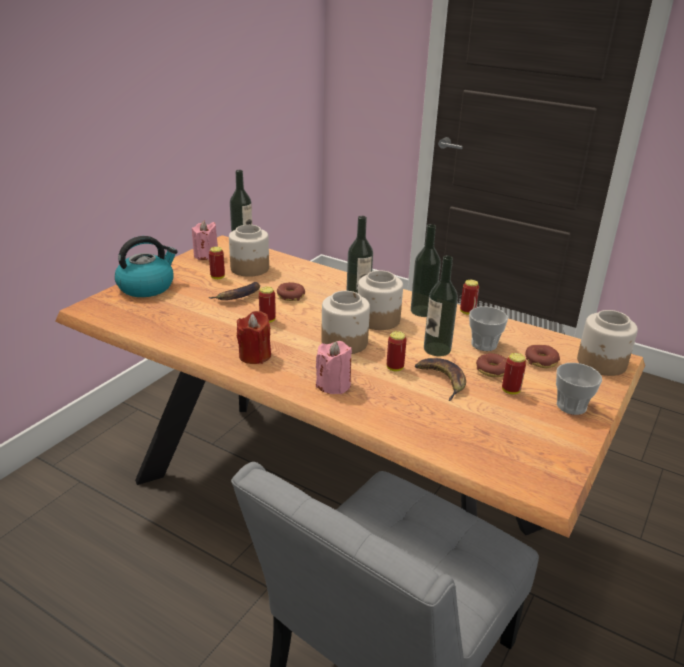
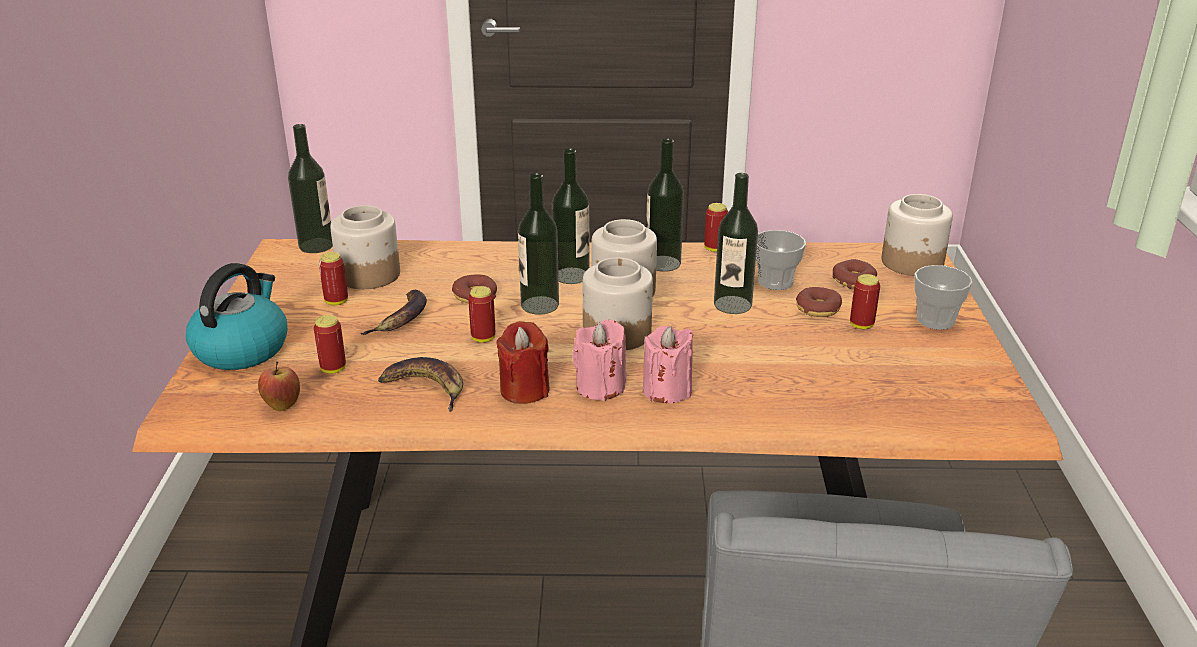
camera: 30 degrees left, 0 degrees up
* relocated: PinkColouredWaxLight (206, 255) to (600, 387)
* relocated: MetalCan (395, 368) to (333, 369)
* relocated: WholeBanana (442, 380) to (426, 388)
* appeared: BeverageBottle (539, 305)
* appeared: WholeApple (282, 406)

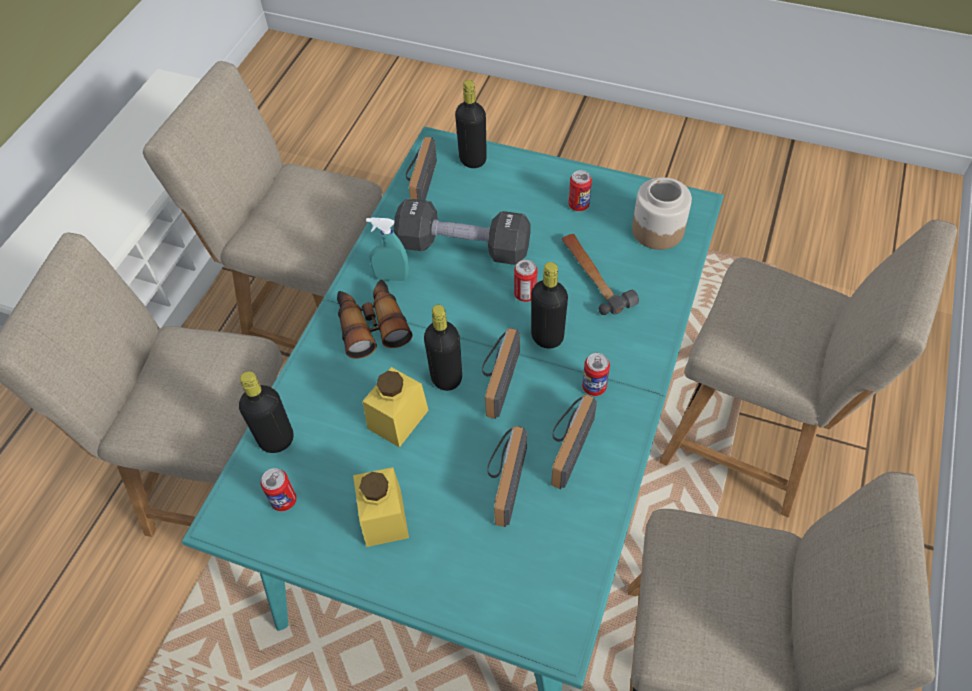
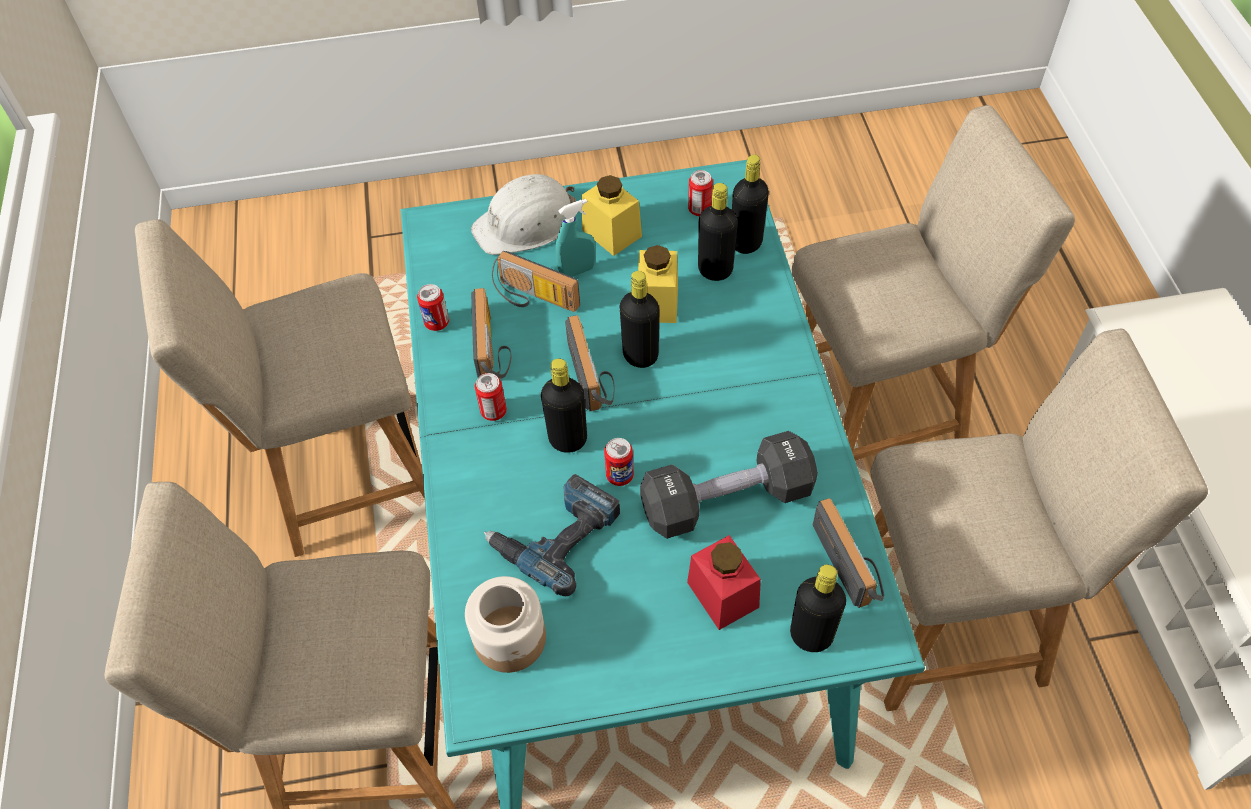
camera: 150 degrees right, 0 degrees up
* relocated: MetalCan (578, 205) to (437, 323)
* relocated: TurquoiseColouredSprayer (392, 277) to (577, 271)
* exchanged: ToolHammer (594, 276) to PowerDrill (556, 535)
* missing: FieldGlasses (371, 324)
* spun: RadioSet (502, 480) = (533, 298) 135 degrees clockwise
* appeared: WhitishWorkHelmet (526, 223)
* appeared: BlackBeverageBottle (715, 270)
* appeared: RedPreserveJar (722, 595)

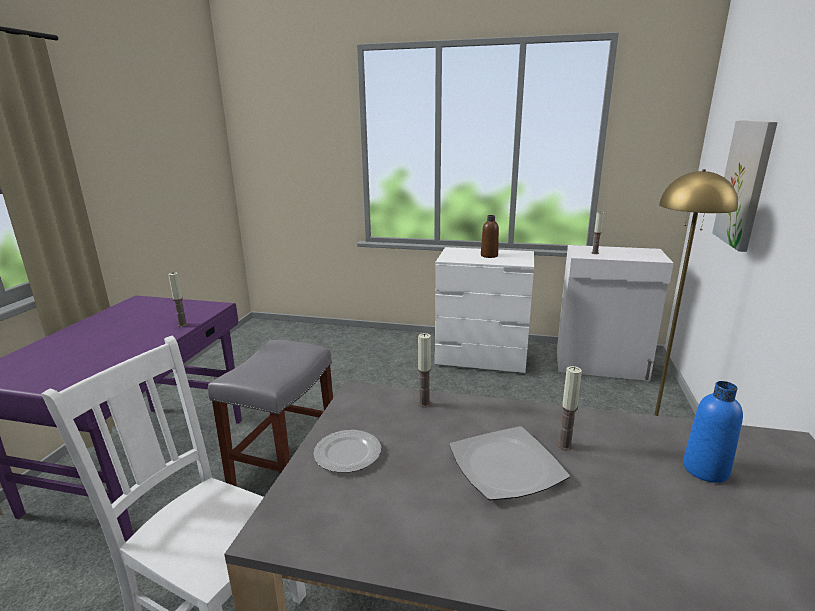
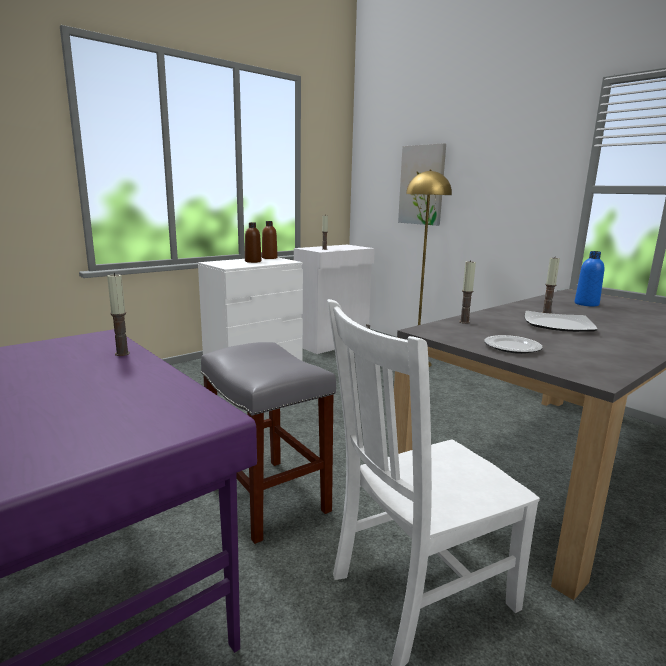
camera: 55 degrees left, 5 degrees down
* appeared: BrownColouredBeverageBottle (269, 258)

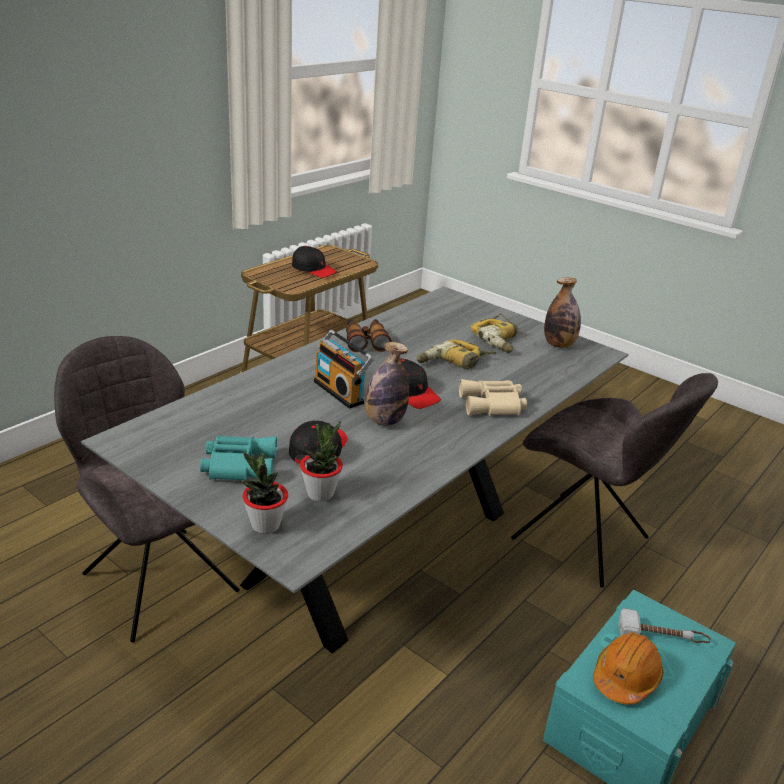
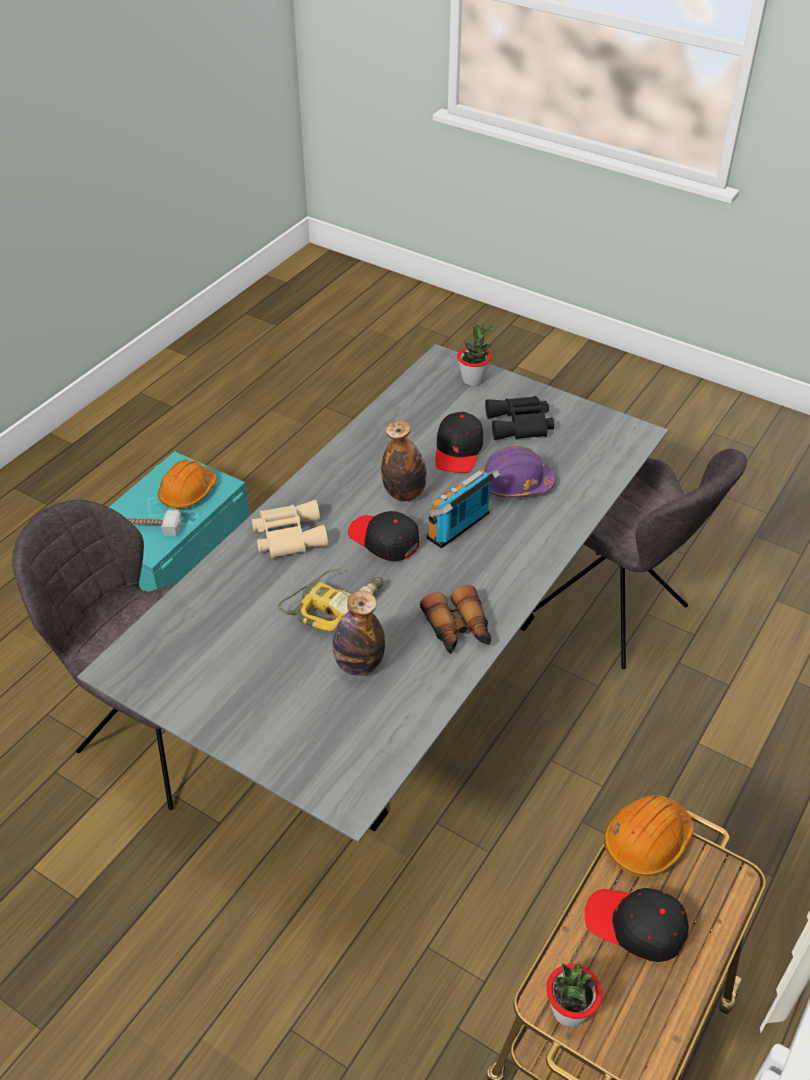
camera: 175 degrees right, 15 degrees up
* relocated: BeverageBottle (559, 345) to (359, 664)
* missing: PowerDrill (501, 340)
* spun: RadioSet (341, 391) = (461, 528) 90 degrees counterclockwise
* relocated: Houseplant (320, 493) to (569, 1010)
* colour: TurquoiseColouredFieldGlasses (238, 464) to BlackFieldGlasses (520, 425)
* appeared: PurpleWorkHelmet (515, 484)
* appeared: OrangeWorkHelmet (646, 841)

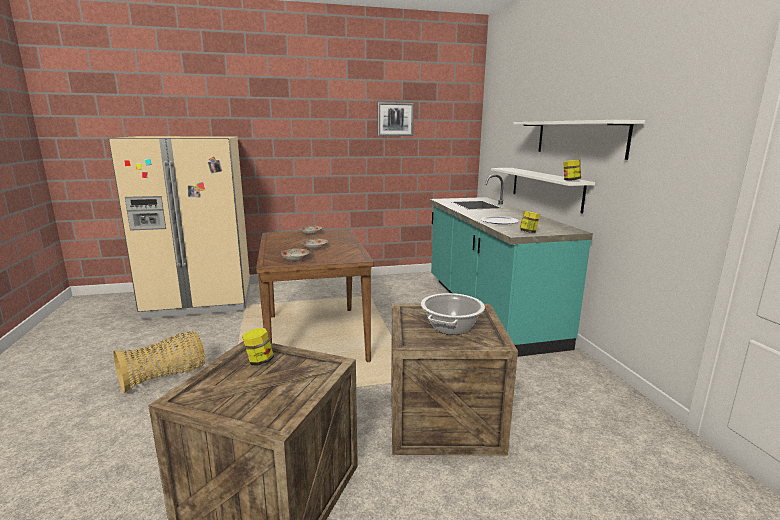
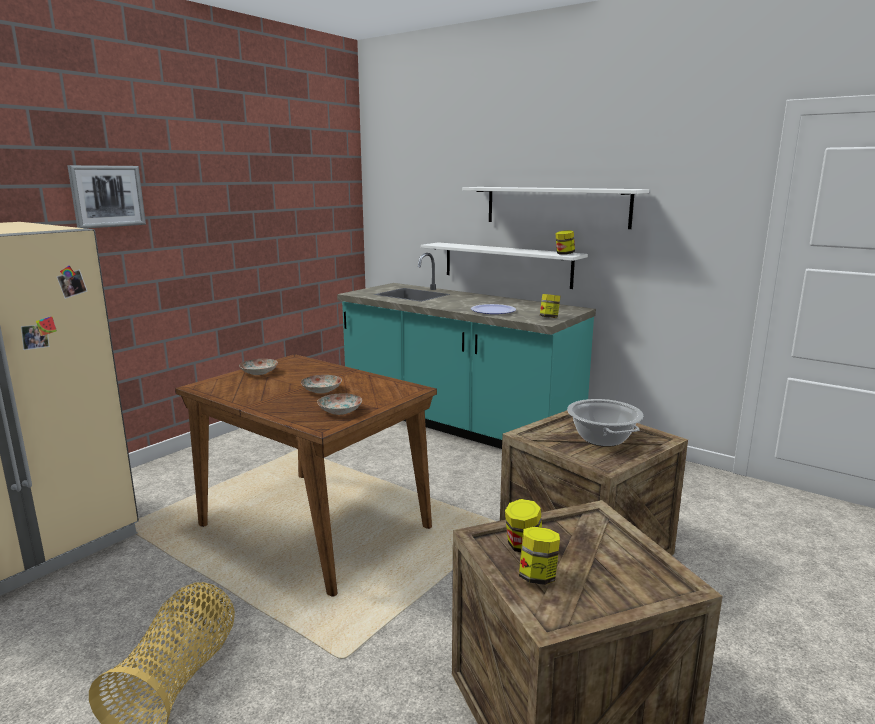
camera: 40 degrees left, 0 degrees up
* relocated: Picture (395, 119) to (107, 196)
* appeared: PreserveJar (537, 576)

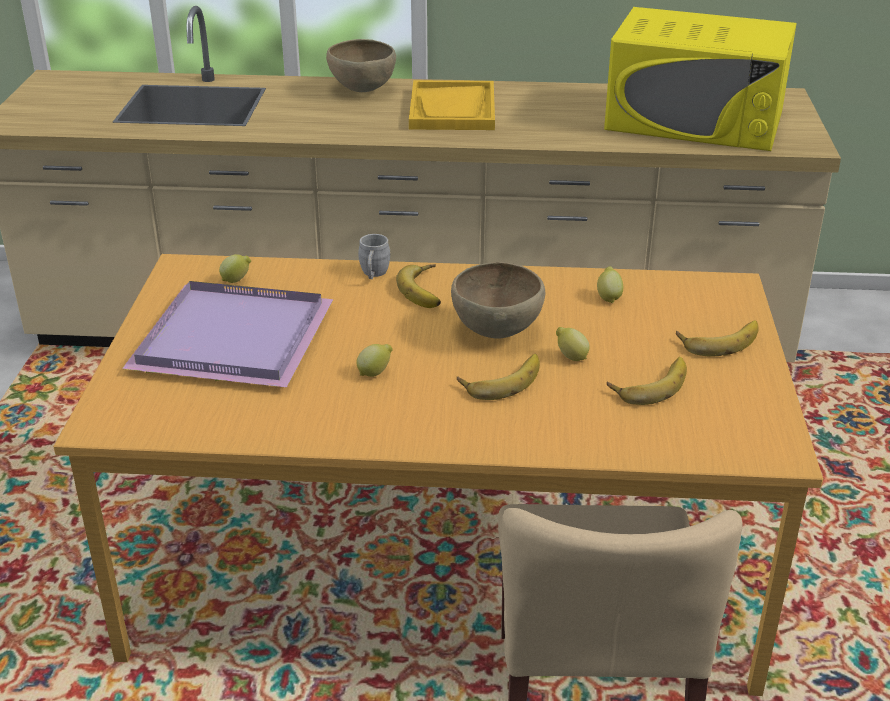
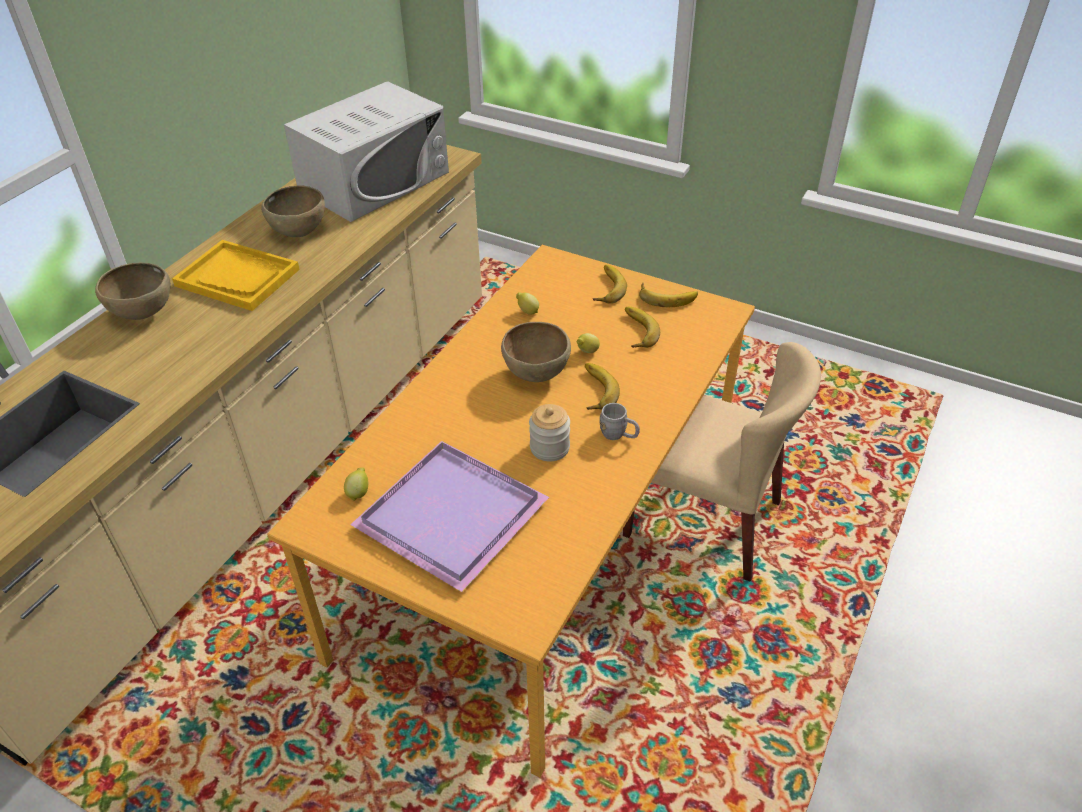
camera: 65 degrees left, 10 degrees up
* colour: YellowColouredKitchenMicrowave (695, 120) to WhitishKitchenMicrowave (375, 181)
* relocated: GreyTeaMug (373, 274) to (618, 435)
* relocated: WholeBanana (427, 290) to (667, 296)
* exchanged: Lemon (375, 373) to PreserveJar (549, 448)
* appeared: BrownColouredDeepDish (300, 233)

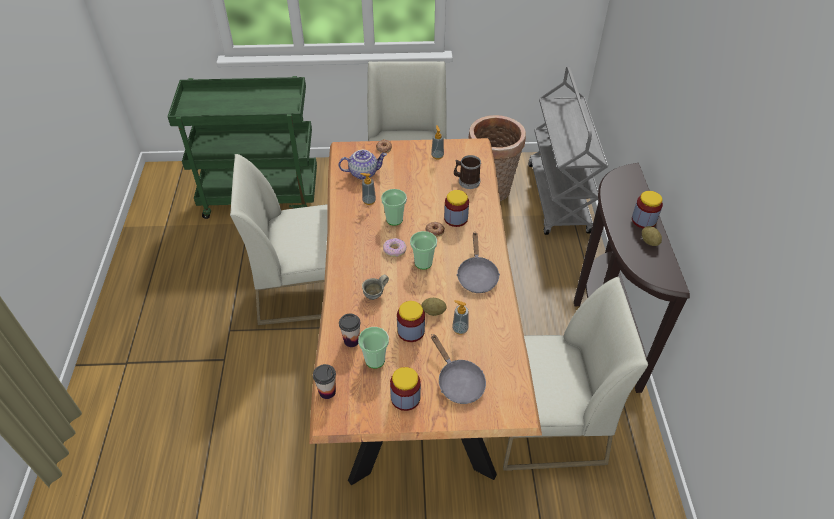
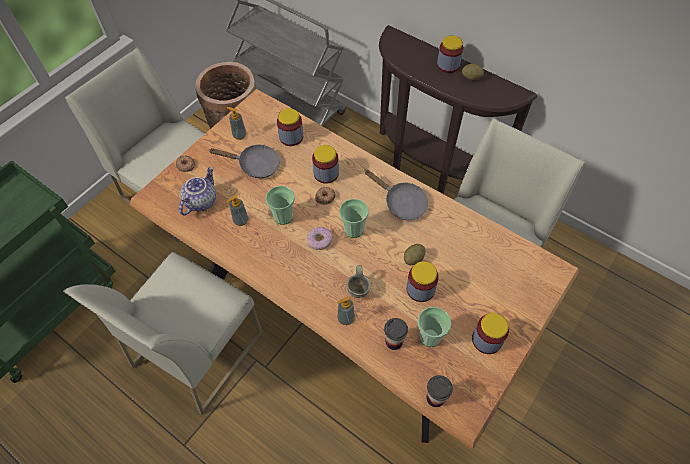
camera: 50 degrees left, 10 degrees up
* exchanged: TeaMug (466, 181) to PreserveJar (291, 137)
* relocated: SoapDispenser (460, 329) to (346, 318)
* relocated: GreySkillet (458, 382) to (255, 165)

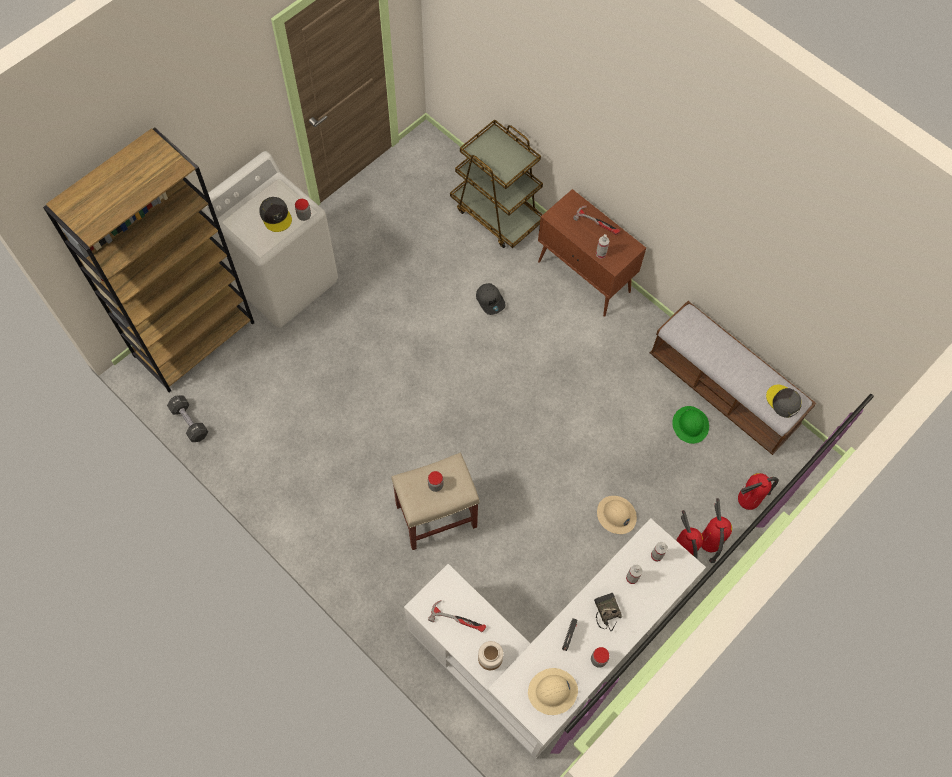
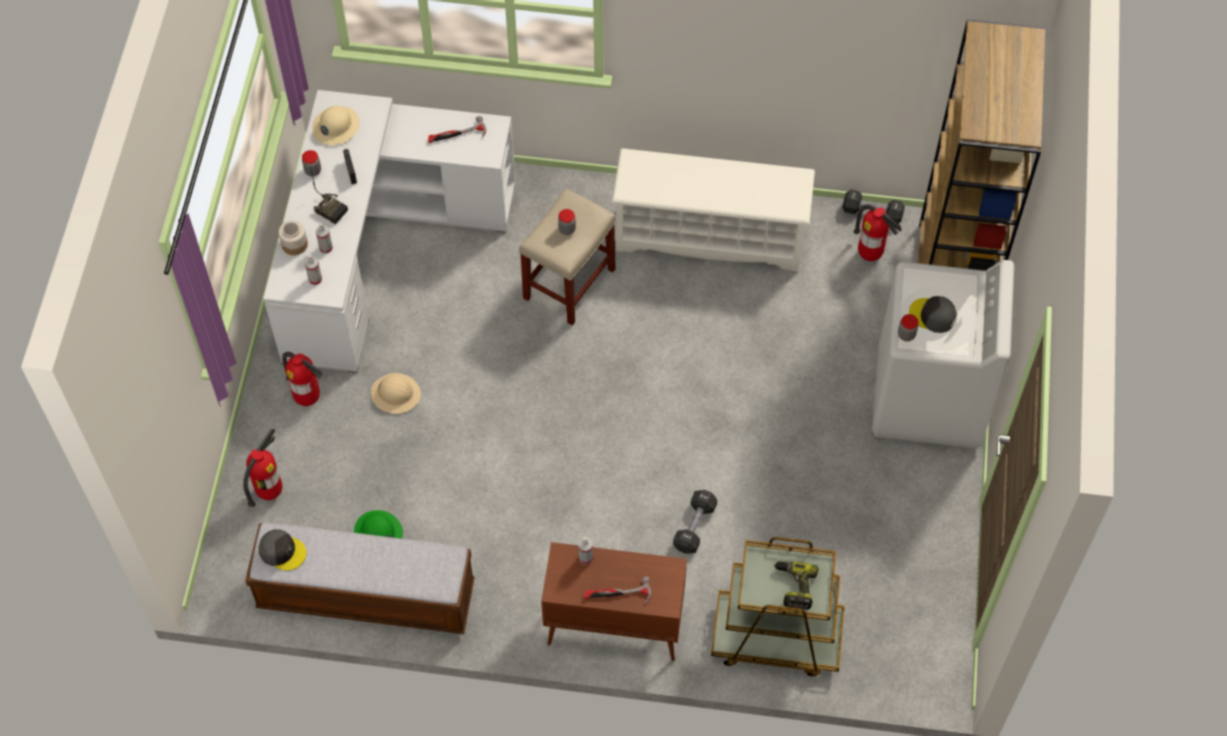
camera: 145 degrees right, 5 degrees down
* exchanged: GreyBaseballCap (490, 300) to BlackHandWeight (694, 526)
* relocated: FireFightingCylinder (707, 543) to (870, 255)
* relocated: PreserveJar (489, 658) to (295, 244)
* appeared: WhitishShoeShelf (710, 235)
* appeared: PowerDrill (794, 587)

